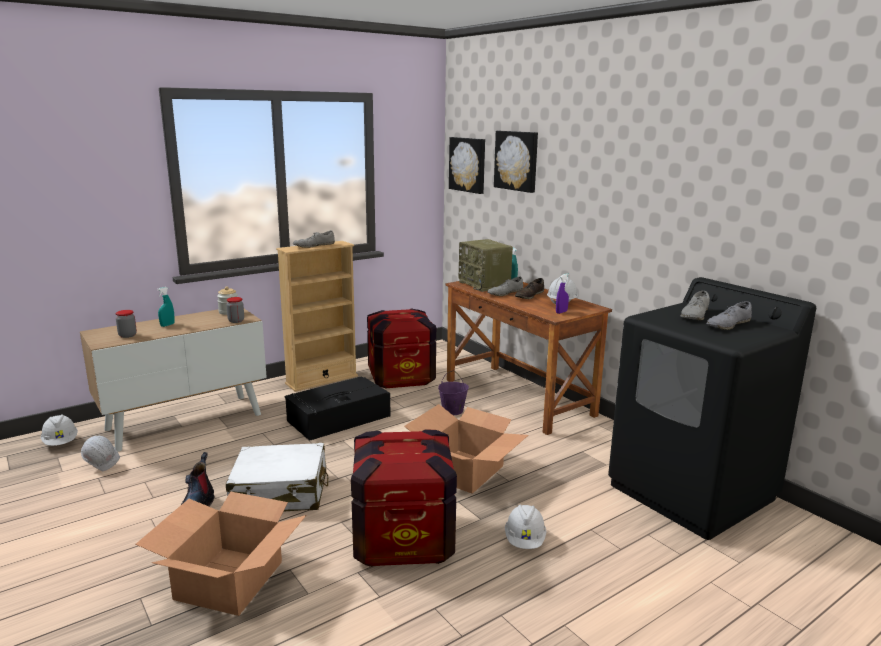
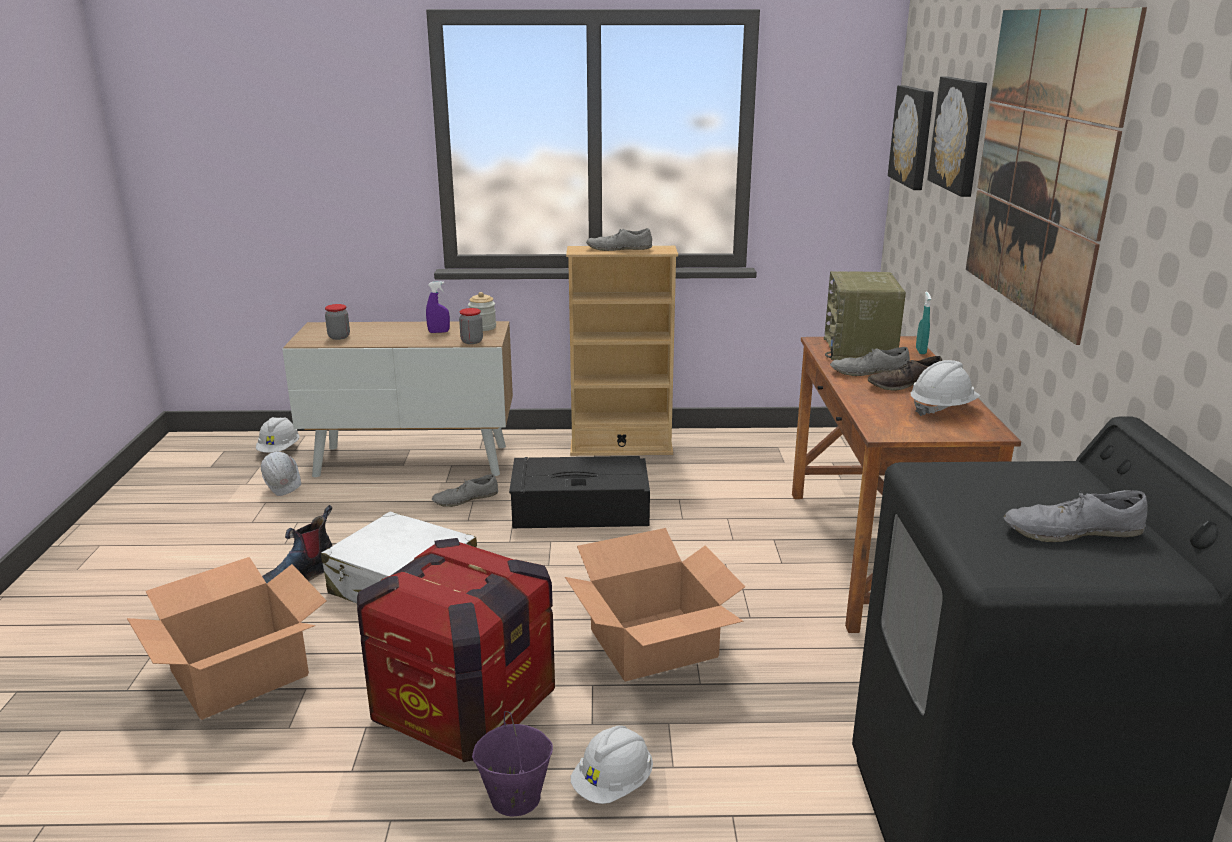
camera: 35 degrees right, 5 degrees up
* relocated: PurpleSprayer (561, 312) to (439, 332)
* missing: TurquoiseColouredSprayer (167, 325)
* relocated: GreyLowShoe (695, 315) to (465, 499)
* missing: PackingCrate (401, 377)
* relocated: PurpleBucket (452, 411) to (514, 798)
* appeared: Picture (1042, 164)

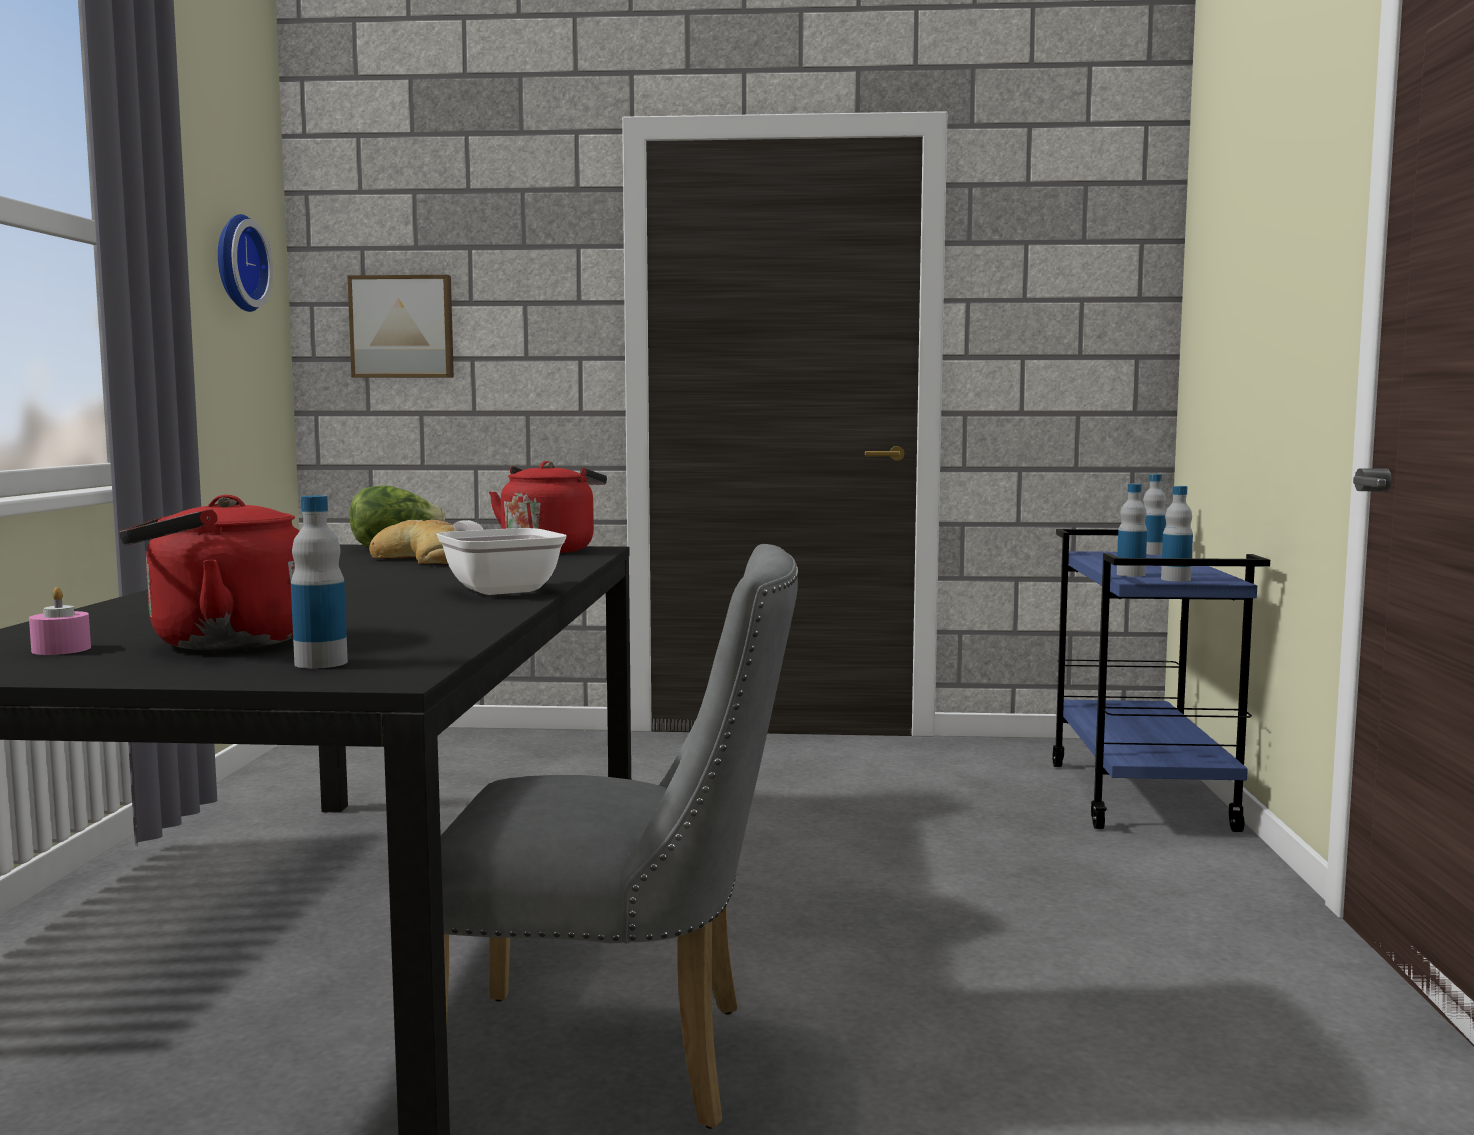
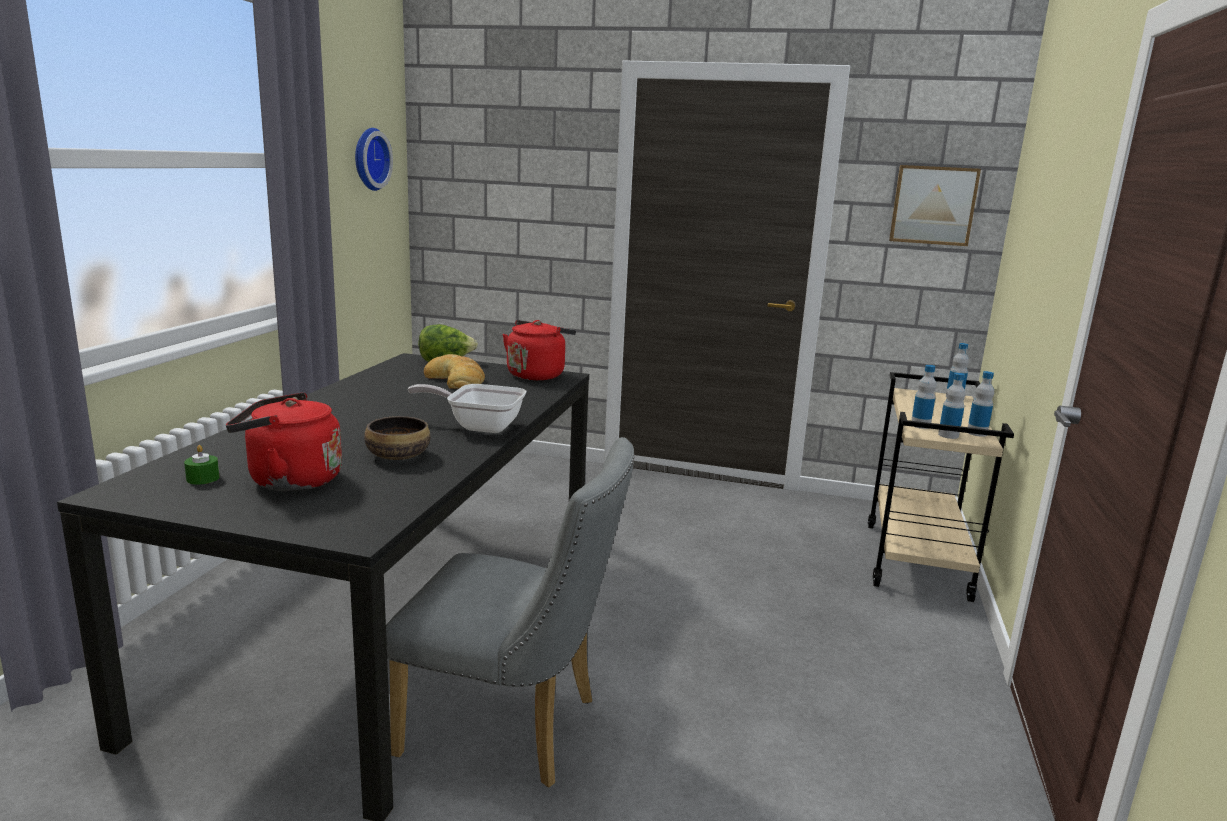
camera: 10 degrees right, 10 degrees up
* relocated: Picture (403, 327) to (933, 205)
* relocated: BeverageBottle (321, 663) to (977, 433)
* spun: Skillet (498, 588) = (479, 426) 60 degrees counterclockwise
* colour: BluishWheeledCart (1142, 797) to SandColouredWheeledCart (917, 562)
* colour: PinkColouredWaxLight (61, 649) to GreenWaxLight (203, 478)
* appeared: DeepDish (398, 455)

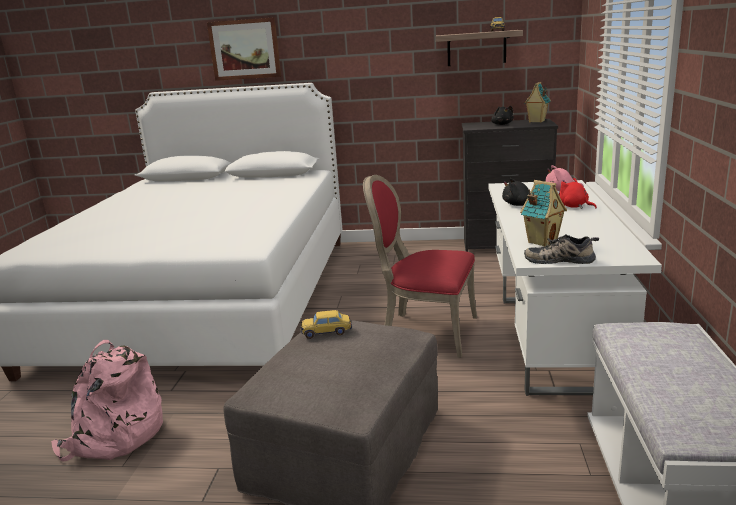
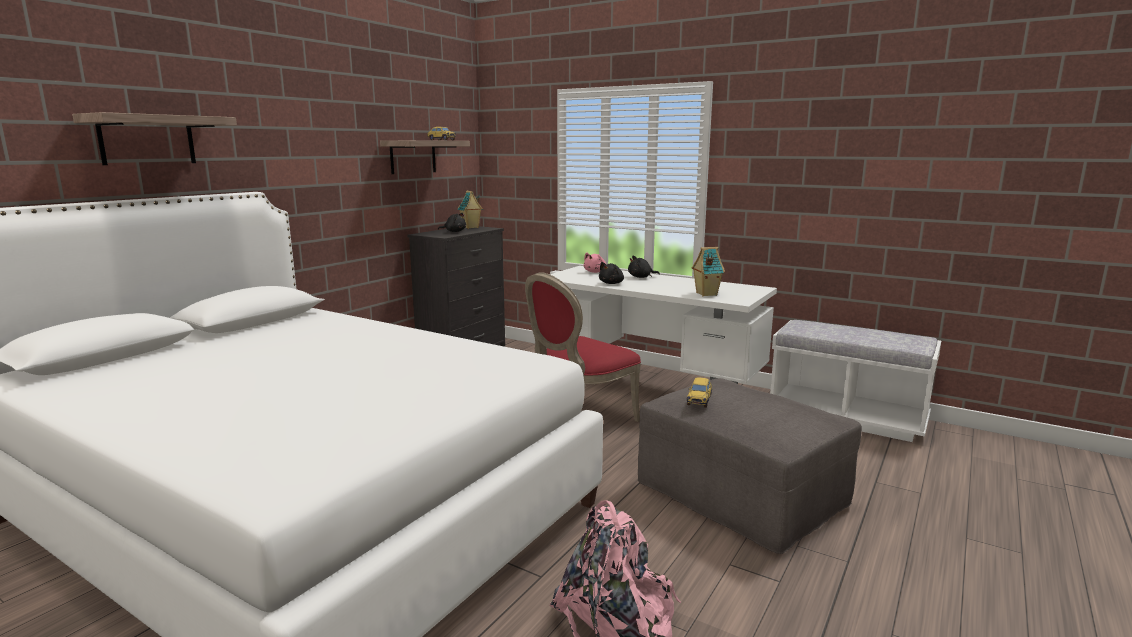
camera: 65 degrees left, 5 degrees down
* exchanged: Picture (245, 49) to Shelf (147, 140)
* colour: RedPlushToy (574, 206) to BlackPlushToy (641, 277)
* missing: LowShoe (560, 259)

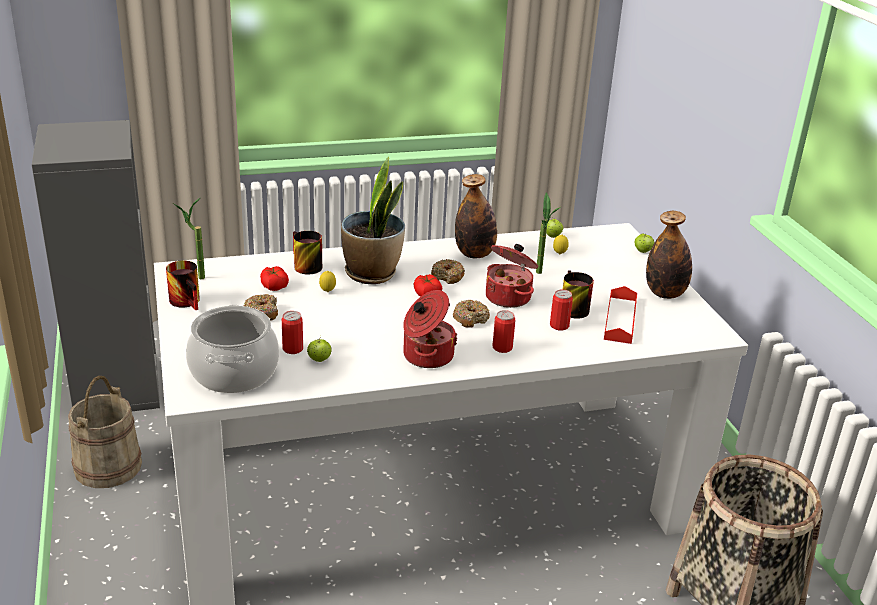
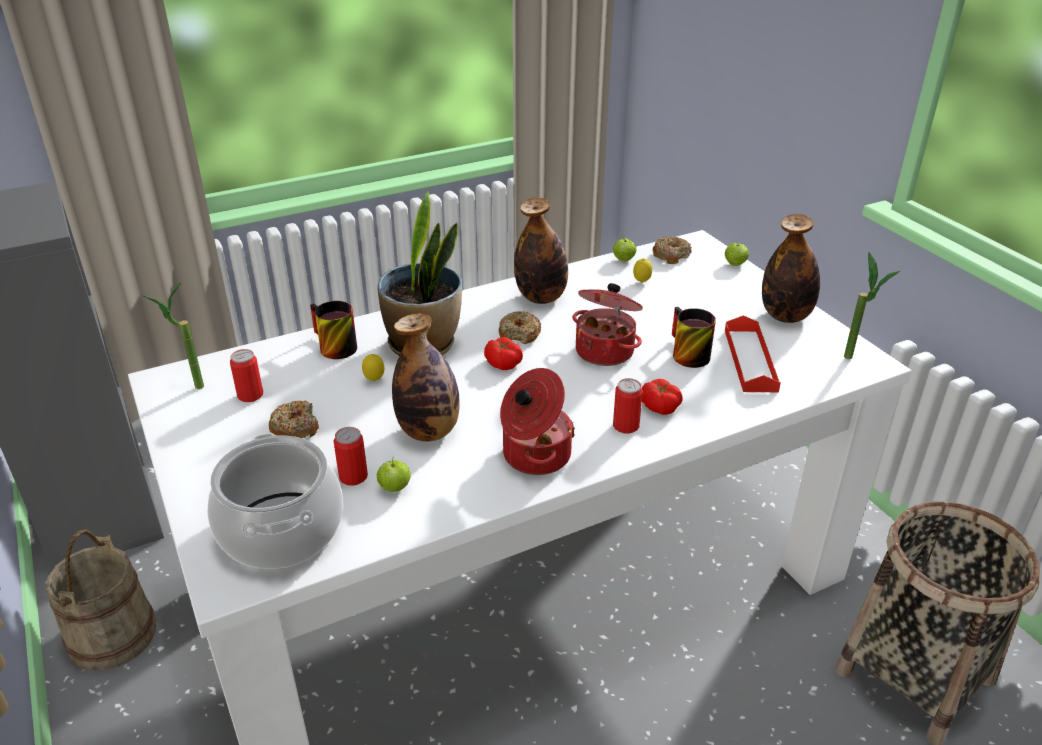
camera: 10 degrees left, 5 degrees up
* relocated: Houseplant (541, 275) to (855, 361)
* missing: TeaMug (189, 301)
* relocated: FreshTomato (274, 286) to (659, 406)
* relocated: MetalCan (559, 326) to (250, 395)
* relocated: Doughnut (470, 319) to (671, 255)
* appeared: BeverageBottle (429, 431)

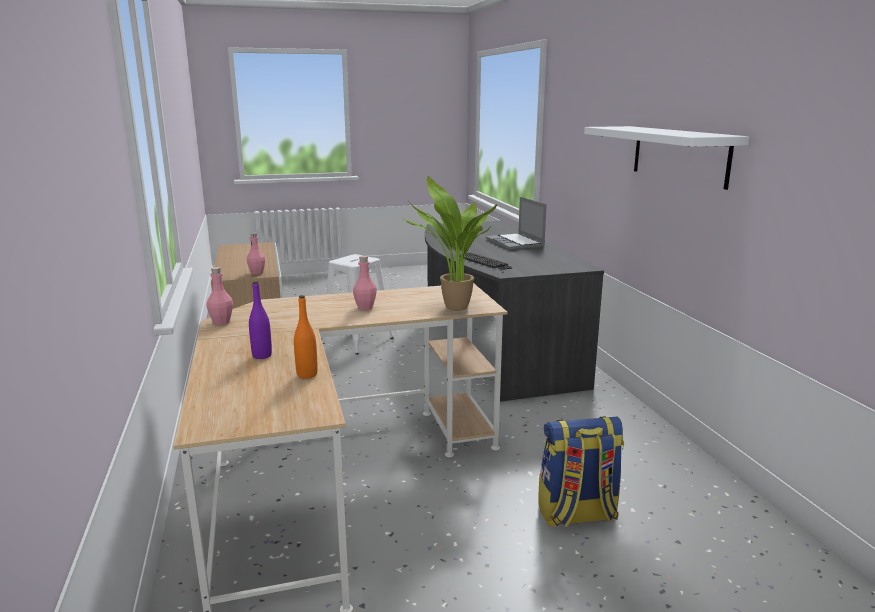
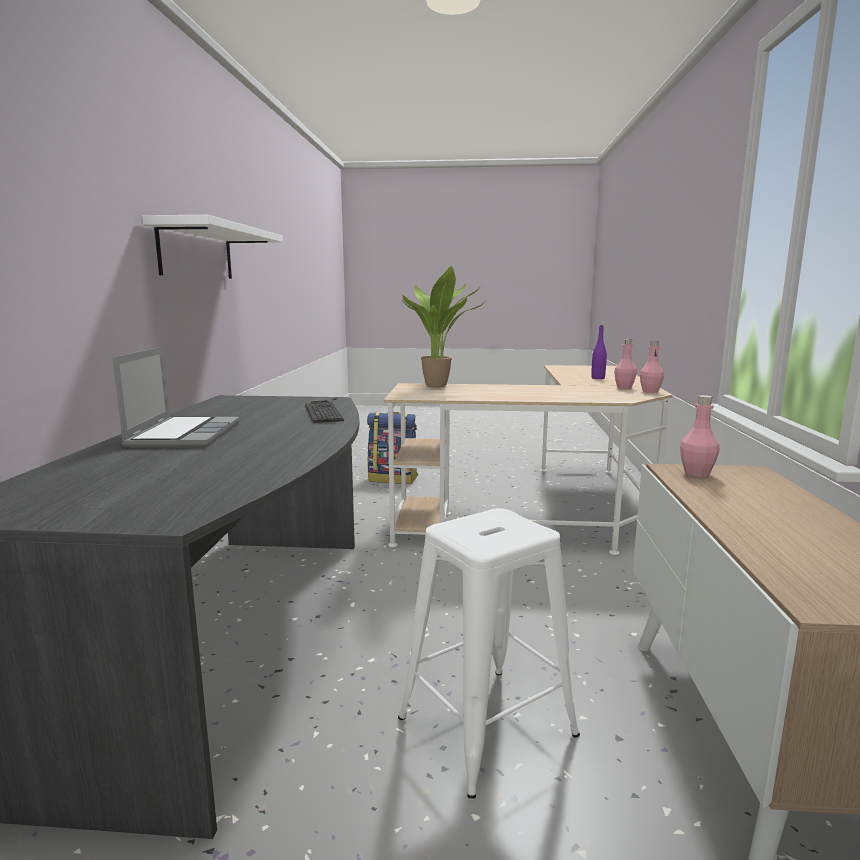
camera: 160 degrees left, 5 degrees down
* relocated: PinkColouredBeverageBottle (365, 307) to (624, 388)
* missing: OrangeBeverageBottle (307, 374)

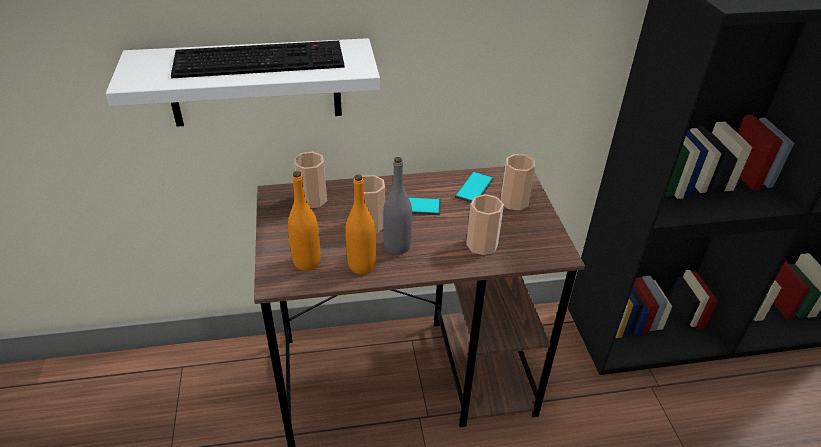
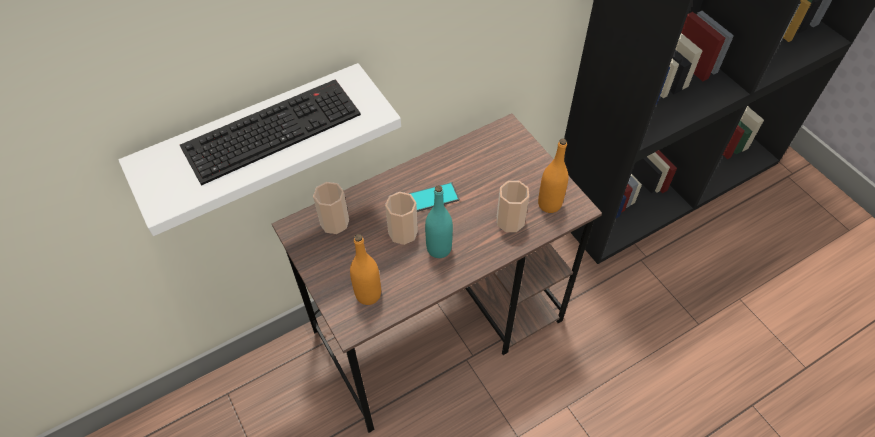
camera: 20 degrees left, 15 degrees up
* missing: Cup (514, 201)
* colour: GreyBeverageBottle (397, 246) to TurquoiseColouredBeverageBottle (439, 248)
* missing: Telephone (474, 188)
* relocated: OrangeBeverageBottle (361, 265) to (549, 204)

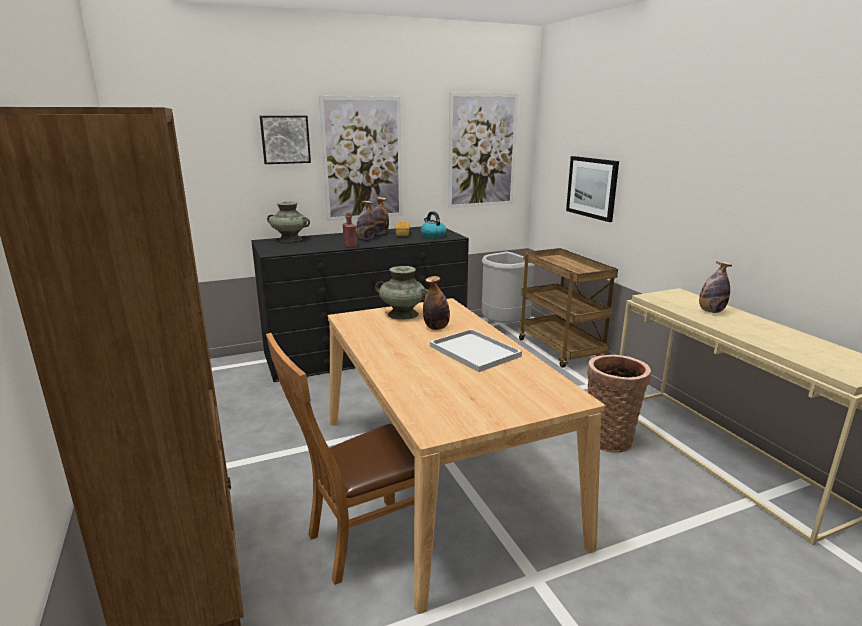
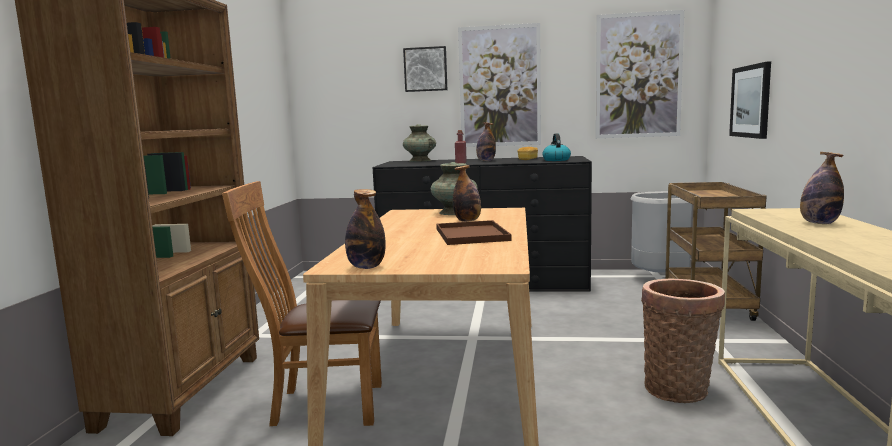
camera: 30 degrees right, 10 degrees down
* relocated: BeverageBottle (379, 234) to (366, 267)
* colour: WhitishServingTray (472, 351) to BrownColouredServingTray (470, 234)

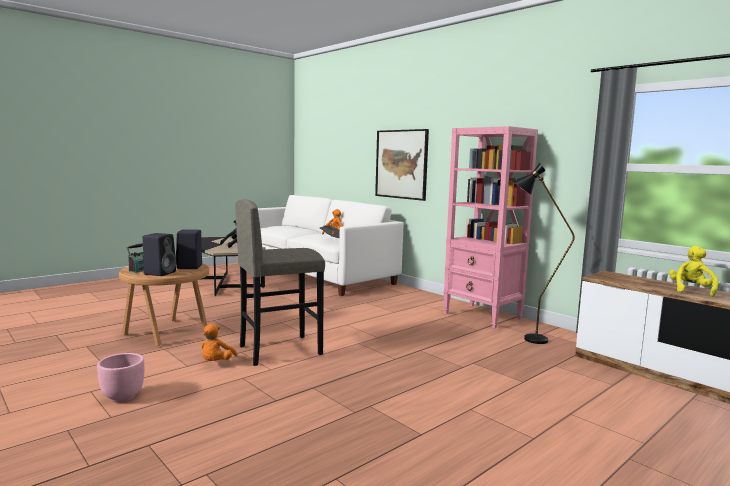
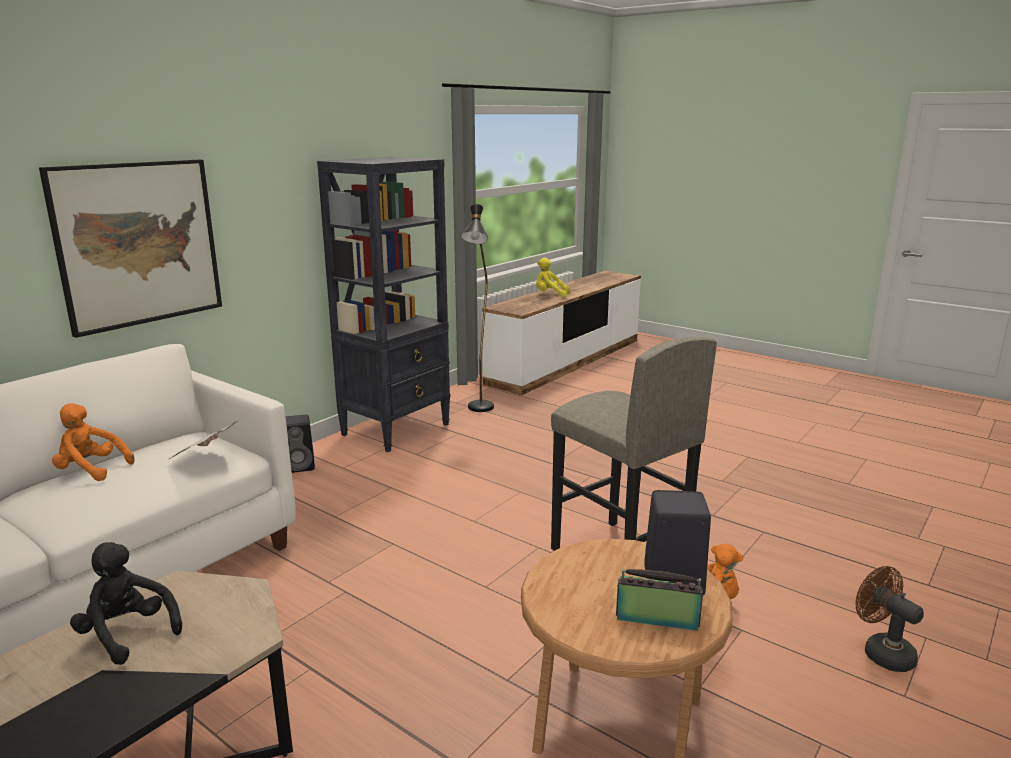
camera: 100 degrees left, 10 degrees up
* colour: PinkColouredBookshelf (482, 316) to BlackBookshelf (397, 429)
* relocated: BlackSpeaker (189, 267) to (300, 466)
* exchanged: PinkColouredPlanter (122, 397) to BrownColouredFan (881, 652)

